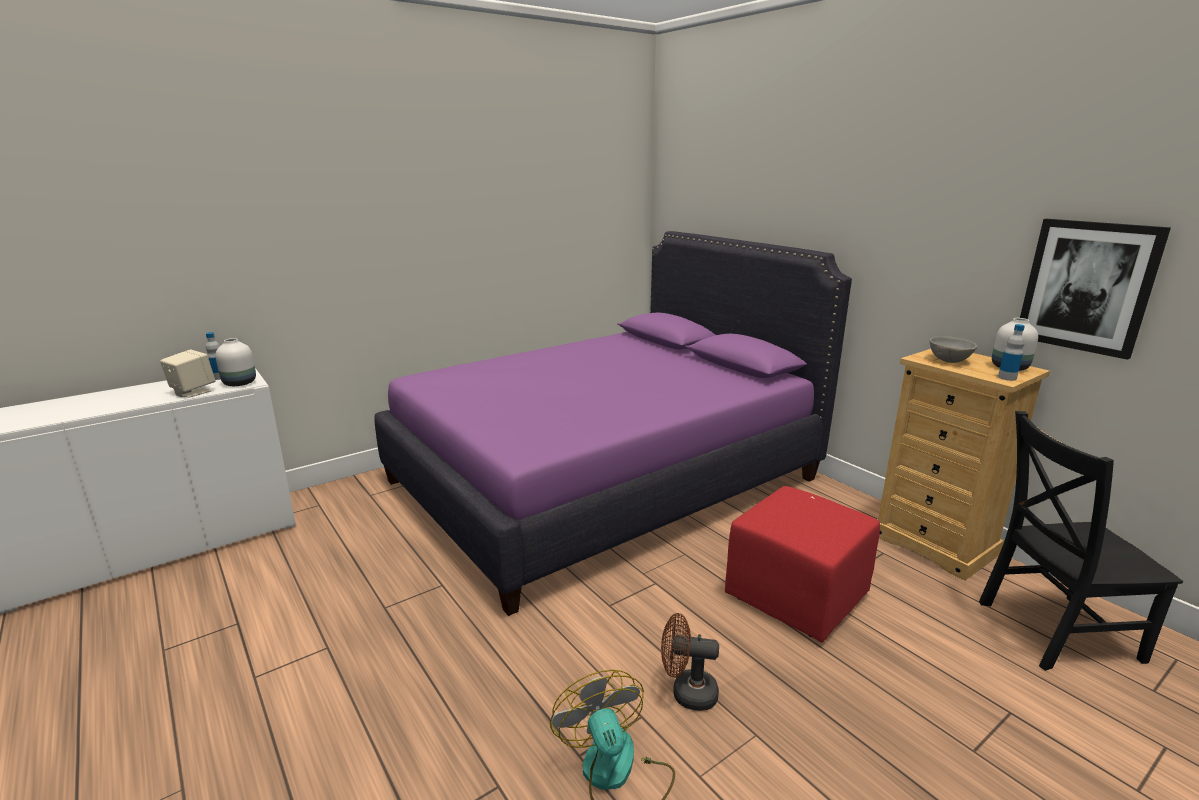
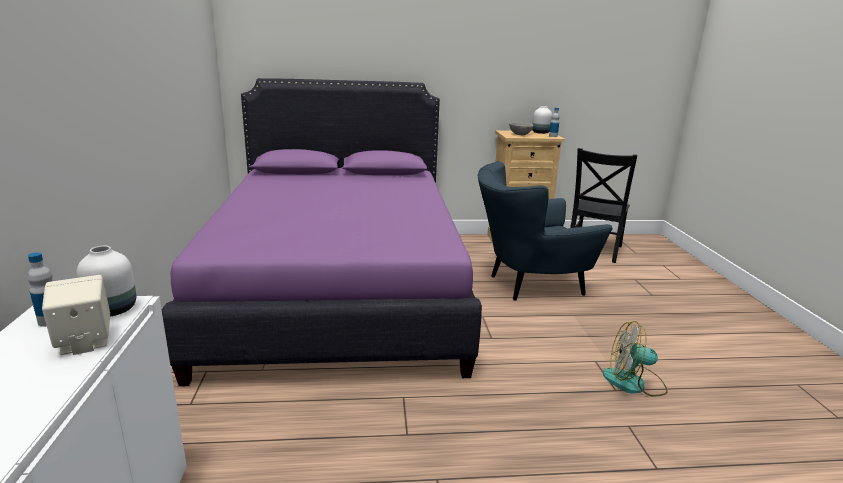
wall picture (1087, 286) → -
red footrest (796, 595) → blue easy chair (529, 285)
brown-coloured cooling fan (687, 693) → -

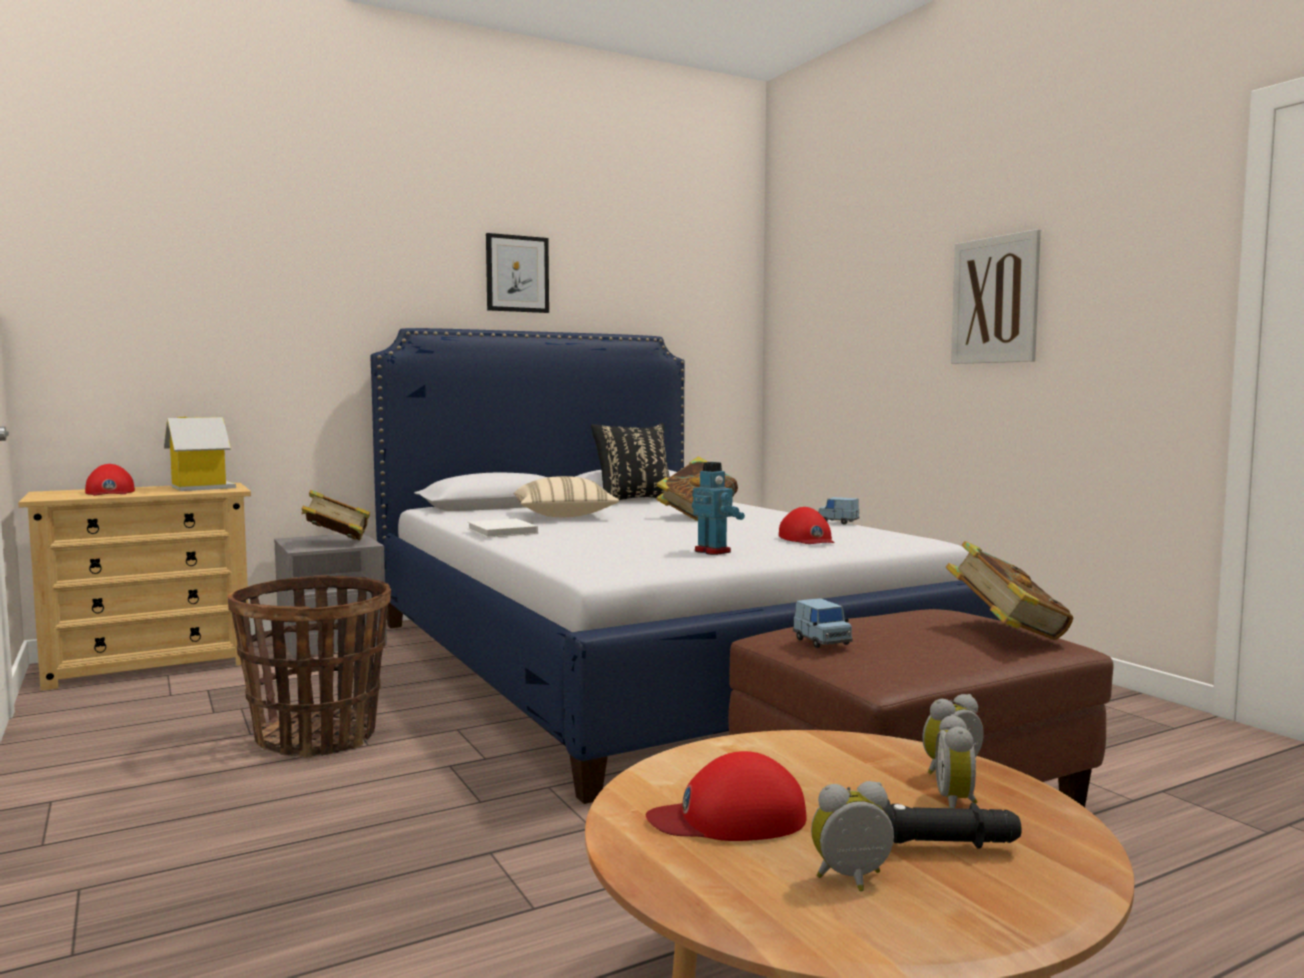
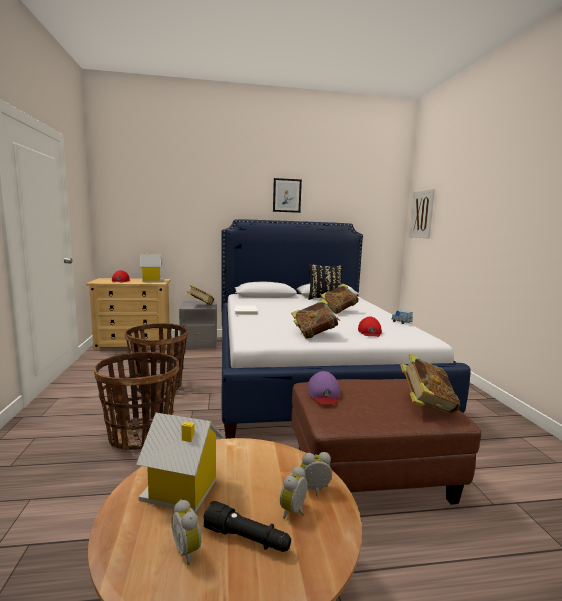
wall picture (995, 300) → wall picture (422, 214), shifted
model robot (713, 551) → book (314, 335)
beige cushion (564, 517) → -
blue miniature car (822, 642) → purplish cap (324, 394)
red cap (729, 818) → toy house (182, 491)
alarm clock (853, 881) → alarm clock (188, 550), 135 degrees counterclockwise
- → storage basket (140, 436)

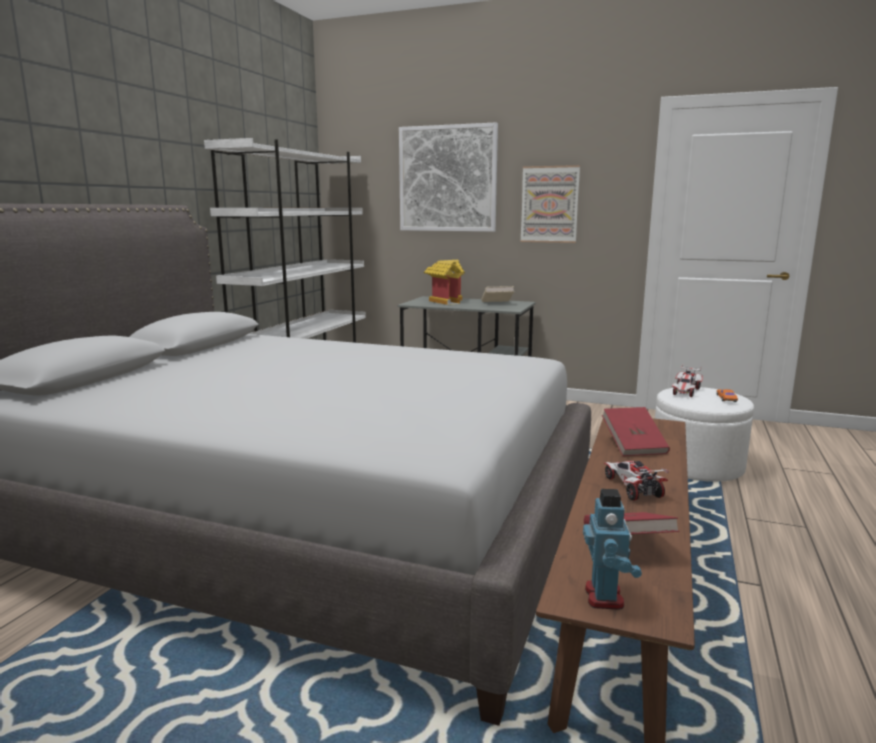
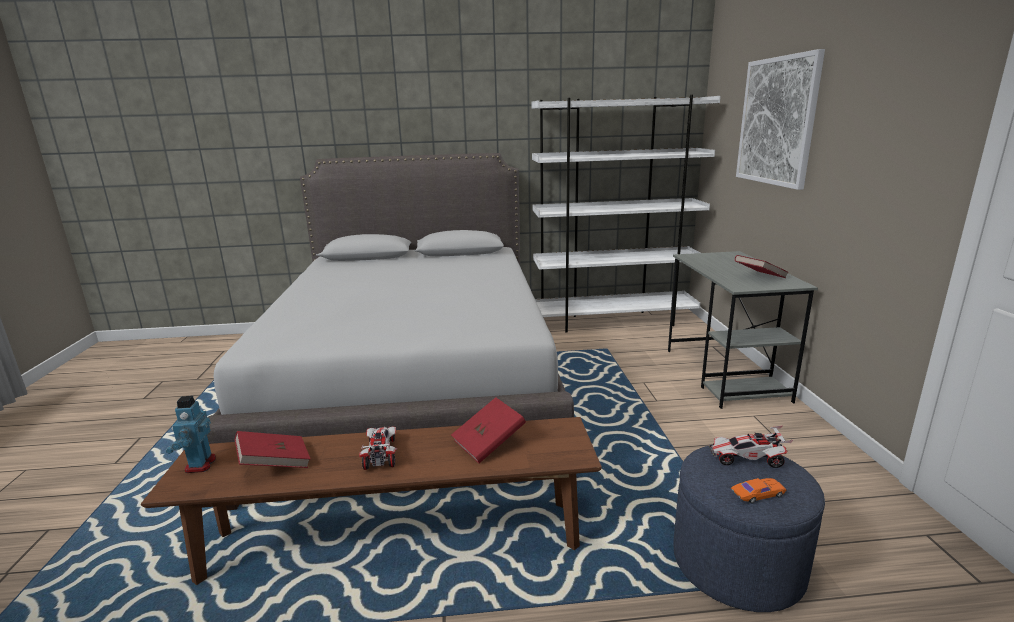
wall picture (549, 204) → -
toy house (445, 301) → -
beige book (497, 304) → red book (759, 277)
white-coloured footrest (697, 466) → blue footrest (737, 563)
miniature car (631, 488) → miniature car (380, 454), 60 degrees counterclockwise
model robot (605, 597) → model robot (199, 465), 105 degrees clockwise

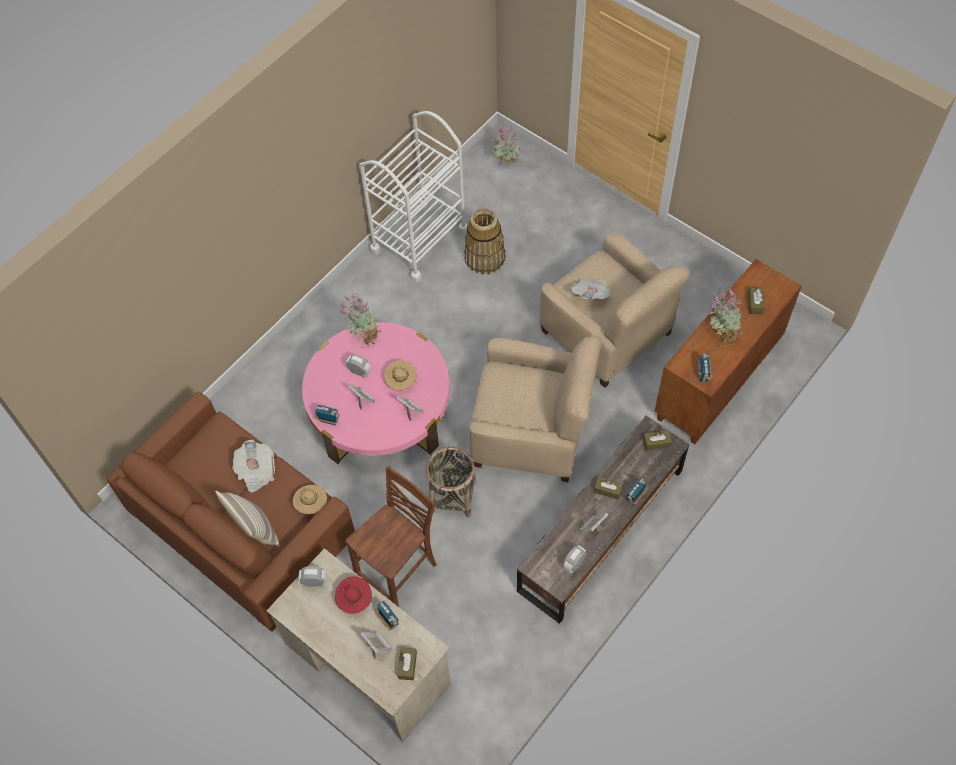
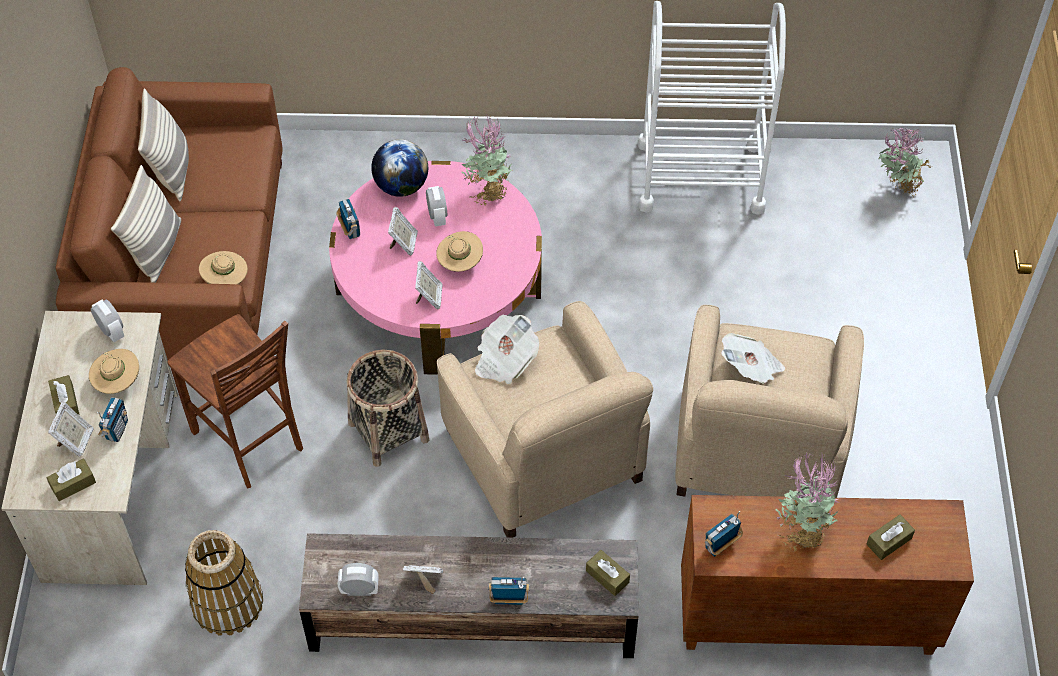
storage basket (485, 257) → storage basket (228, 603), shifted
printed paper (256, 471) → printed paper (505, 359), shifted
brown-coloured plain chair (399, 571) → brown-coloured plain chair (249, 442), 45 degrees clockwise
brown-coloured tissue box (607, 490) → brown-coloured tissue box (65, 402), shifted
red clothing hat (354, 600) → beige clothing hat (117, 382)
- → cushion (171, 170)
- → globe (401, 186)

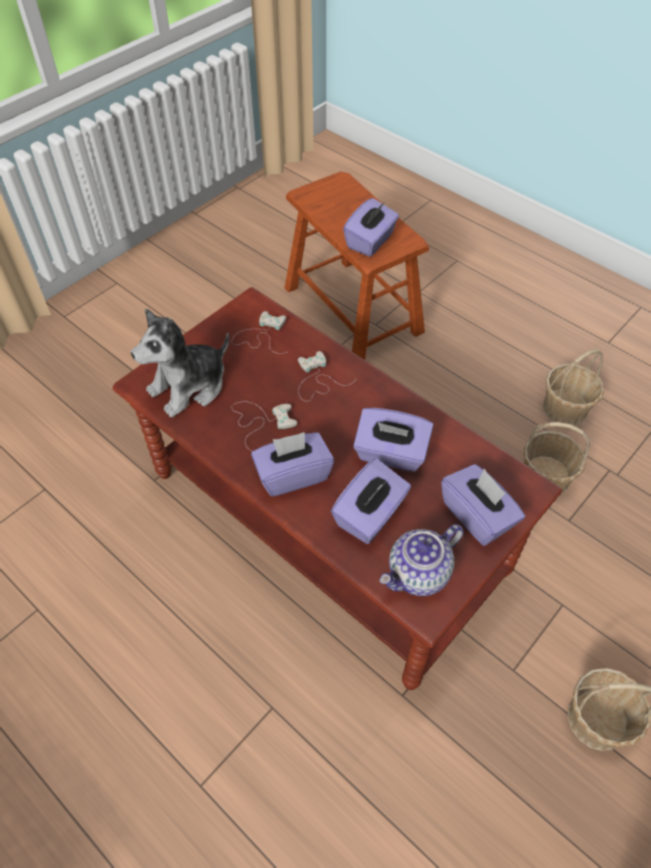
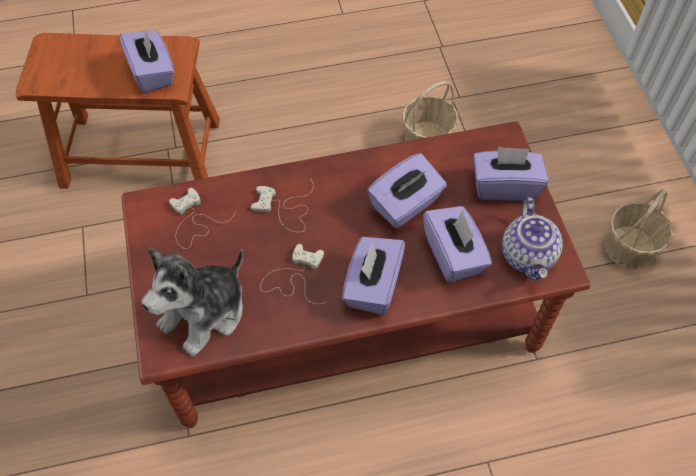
cuddly toy (189, 387) → cuddly toy (205, 313), 45 degrees clockwise
storage basket (565, 407) → -

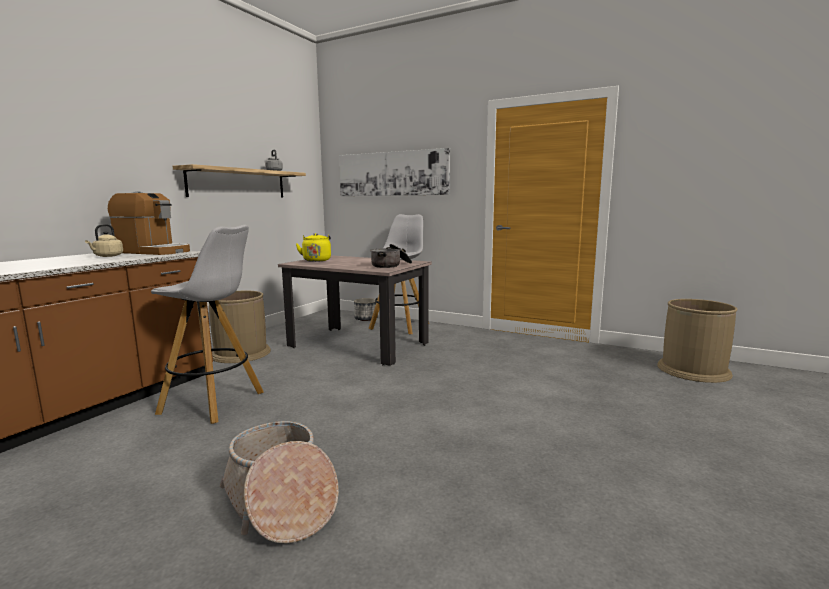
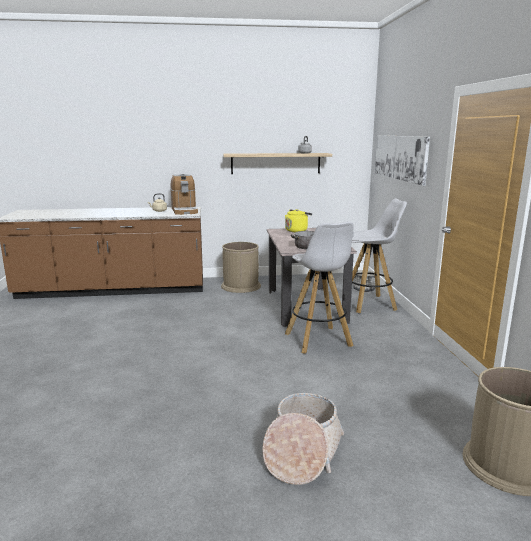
white-coloured sitting stool (214, 403) → white-coloured sitting stool (318, 340), shifted
storage basket (280, 502) → storage basket (302, 453), shifted

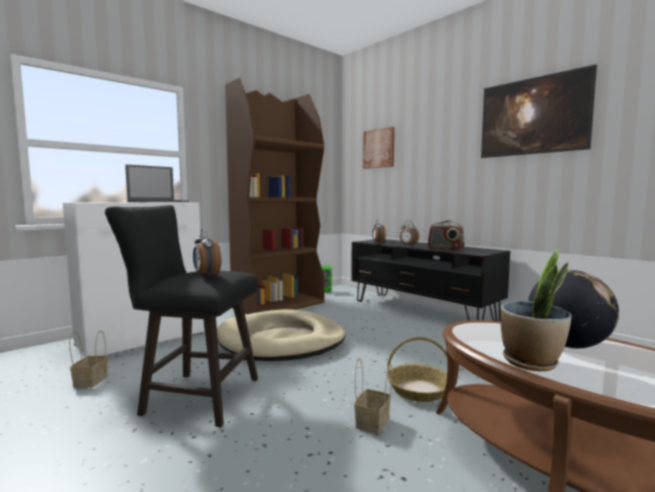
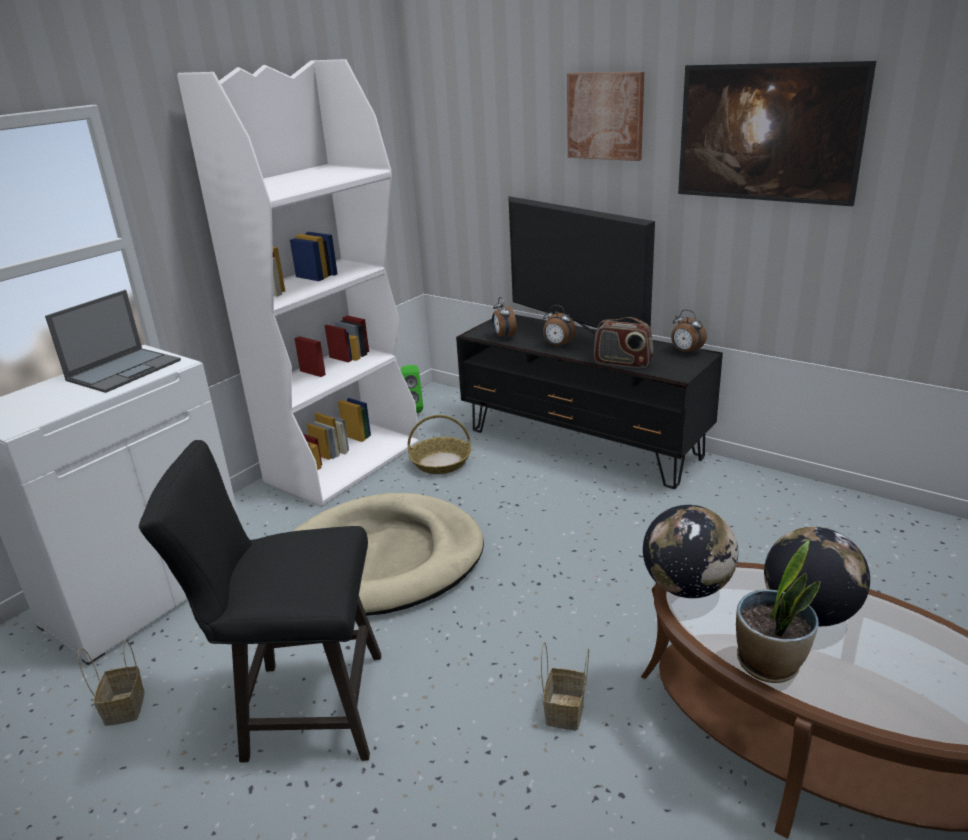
brown-coloured bookshelf (279, 305) → white-coloured bookshelf (344, 461)
wall picture (379, 148) → wall picture (605, 116), shifted
alarm clock (206, 275) → alarm clock (686, 352), shifted
storage basket (419, 390) → storage basket (441, 462), shifted
- → TV set (576, 335)
- → globe (687, 587)

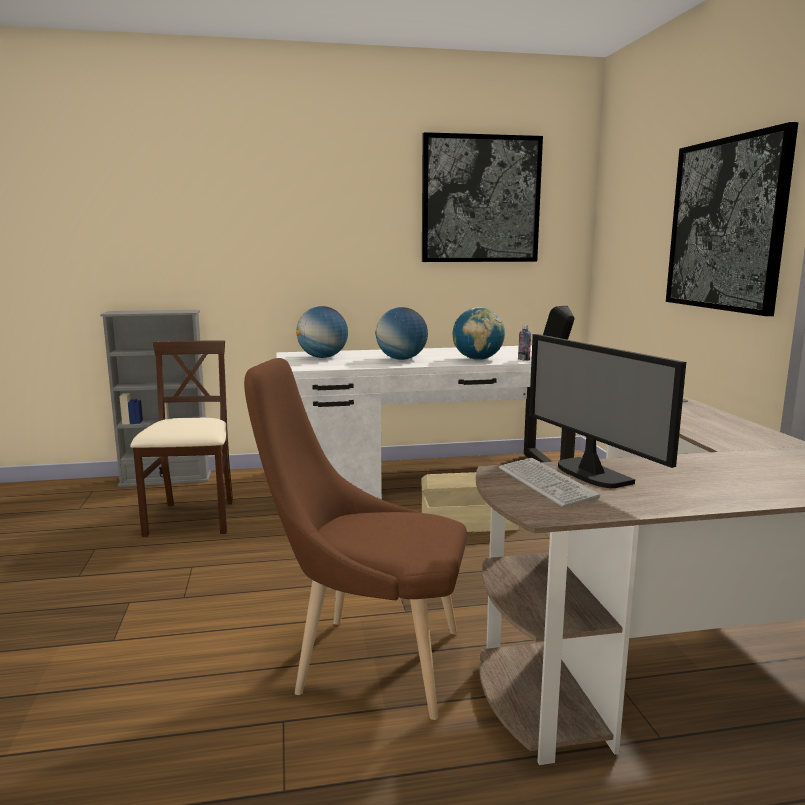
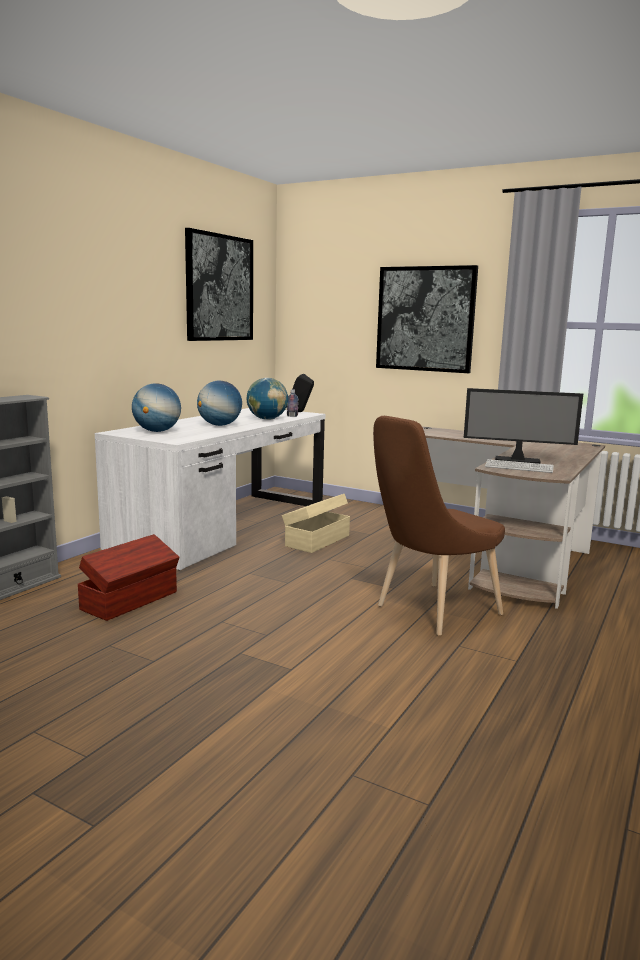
beige plain chair (193, 519) → brown-coloured storage box (131, 601)

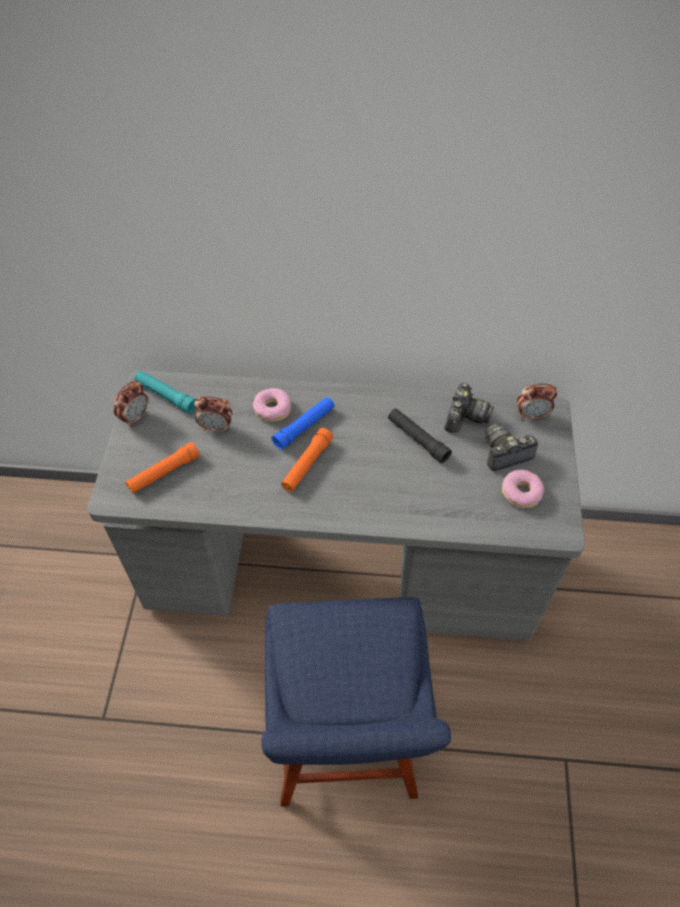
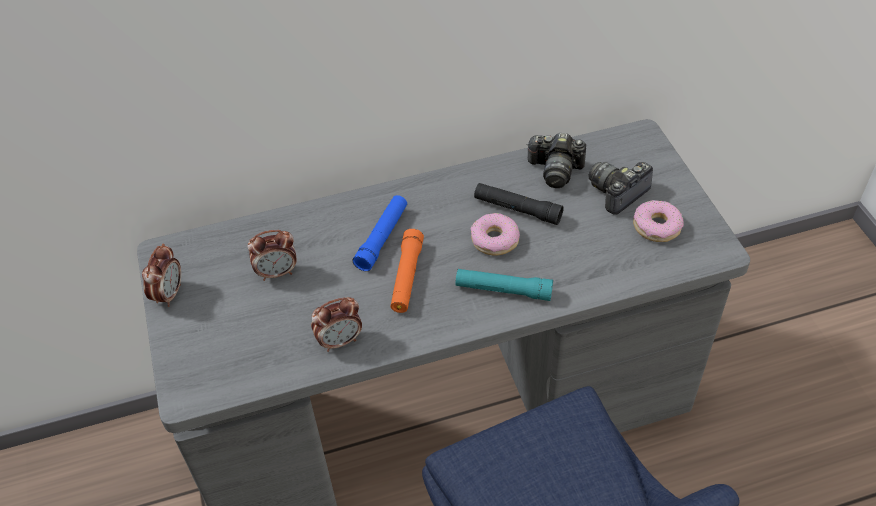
blue-green flashlight (166, 396) → blue-green flashlight (503, 290), shifted
still camera (464, 417) → still camera (555, 170), 105 degrees clockwise
alarm clock (531, 415) → alarm clock (340, 341), shifted
donut (273, 409) → donut (495, 240), shifted
orange flashlight (164, 472) → -

